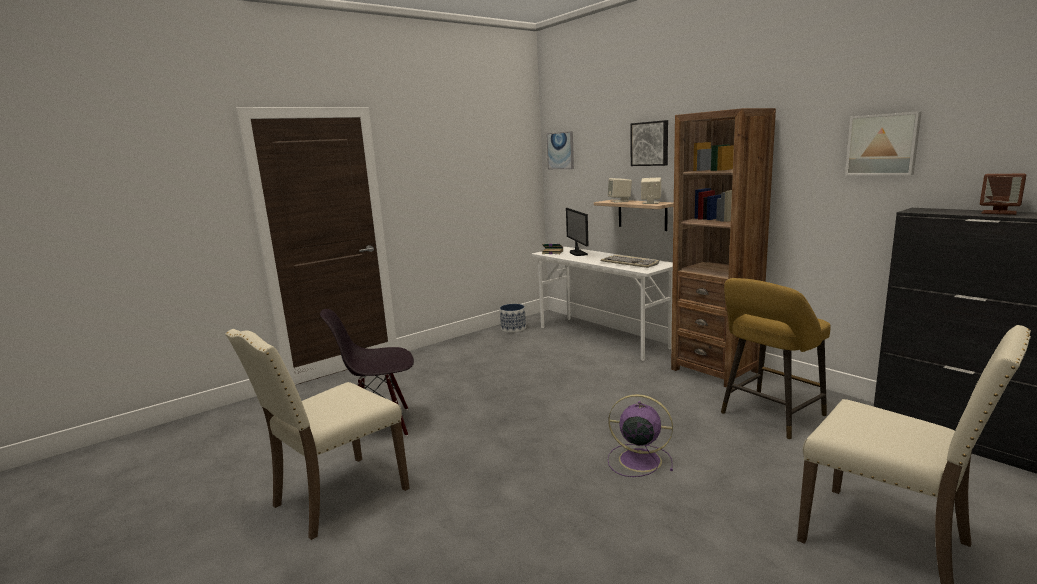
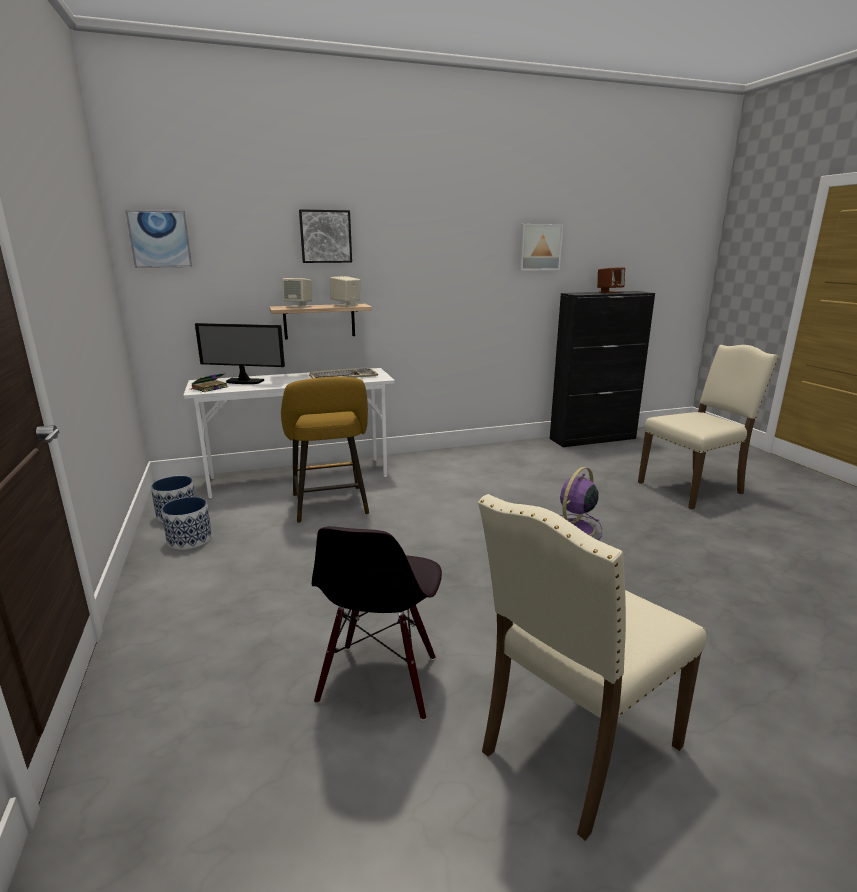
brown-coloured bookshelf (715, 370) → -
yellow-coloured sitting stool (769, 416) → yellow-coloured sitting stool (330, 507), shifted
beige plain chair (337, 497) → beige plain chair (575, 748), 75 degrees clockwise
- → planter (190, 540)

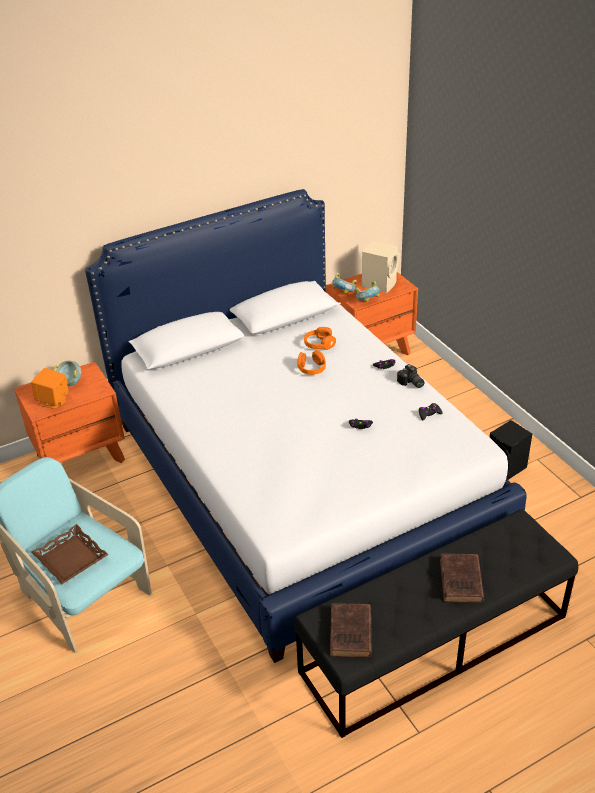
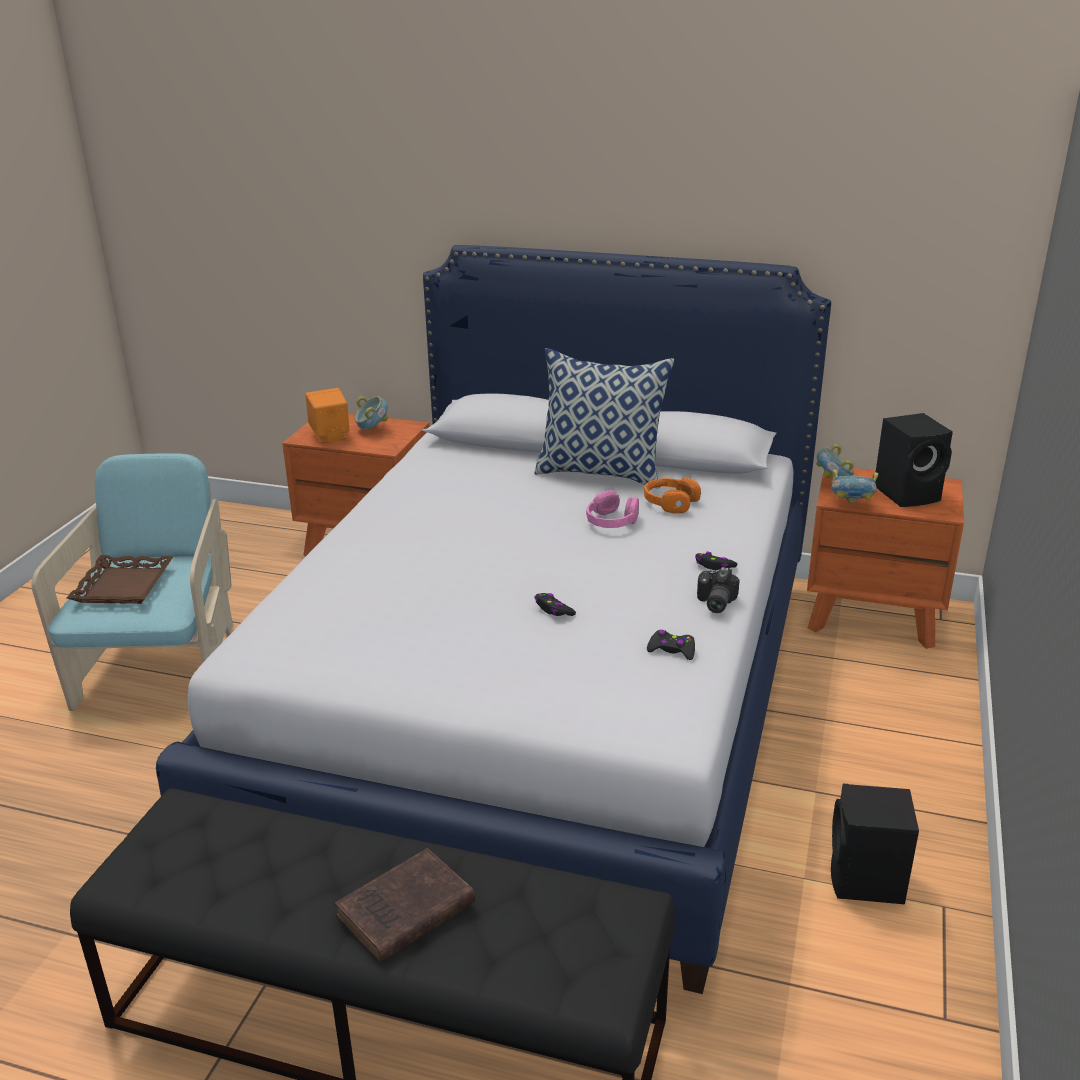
beige audio speaker (380, 283) → black audio speaker (909, 494)
orange pair of headphones (311, 368) → pink-coloured pair of headphones (612, 521)
brown-coloured book (350, 634) → -
- → cushion (601, 473)

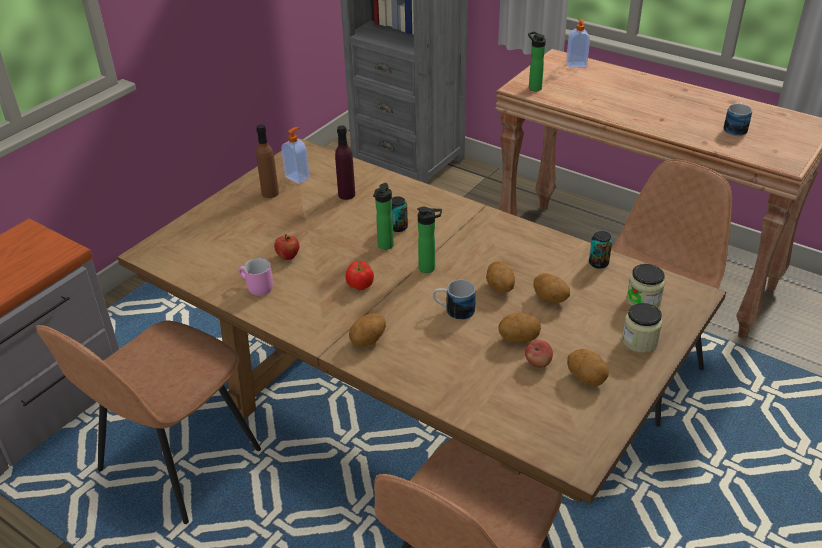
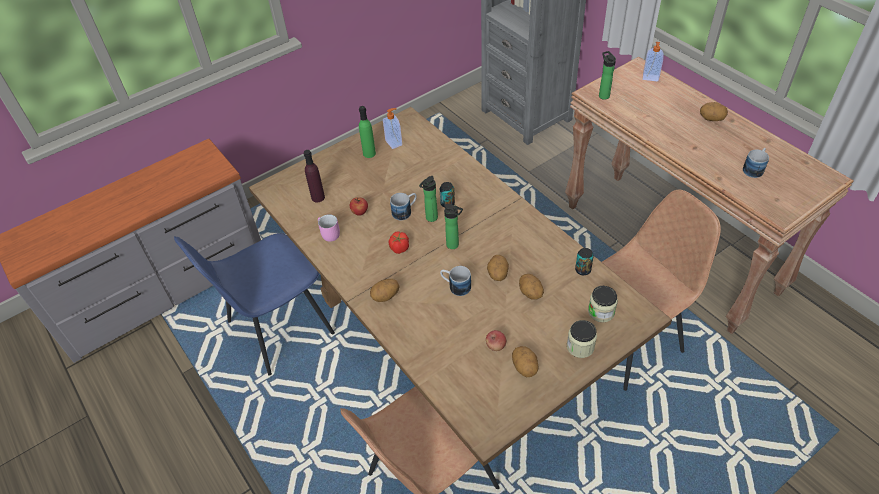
brown-coloured beverage bottle (270, 193) → green beverage bottle (369, 153)
purplish beverage bottle (346, 195) → purplish beverage bottle (318, 197), shifted
spud (518, 338) → spud (711, 119), shifted
brown-coloured plain chair (176, 463) → blue plain chair (277, 329)
- → coffee mug (405, 211)

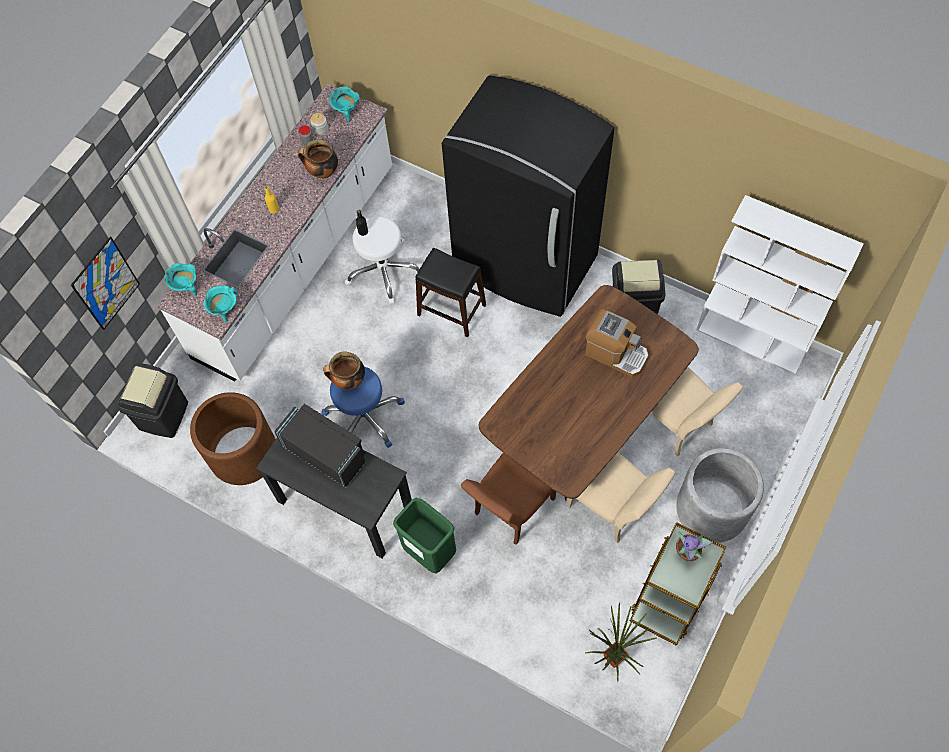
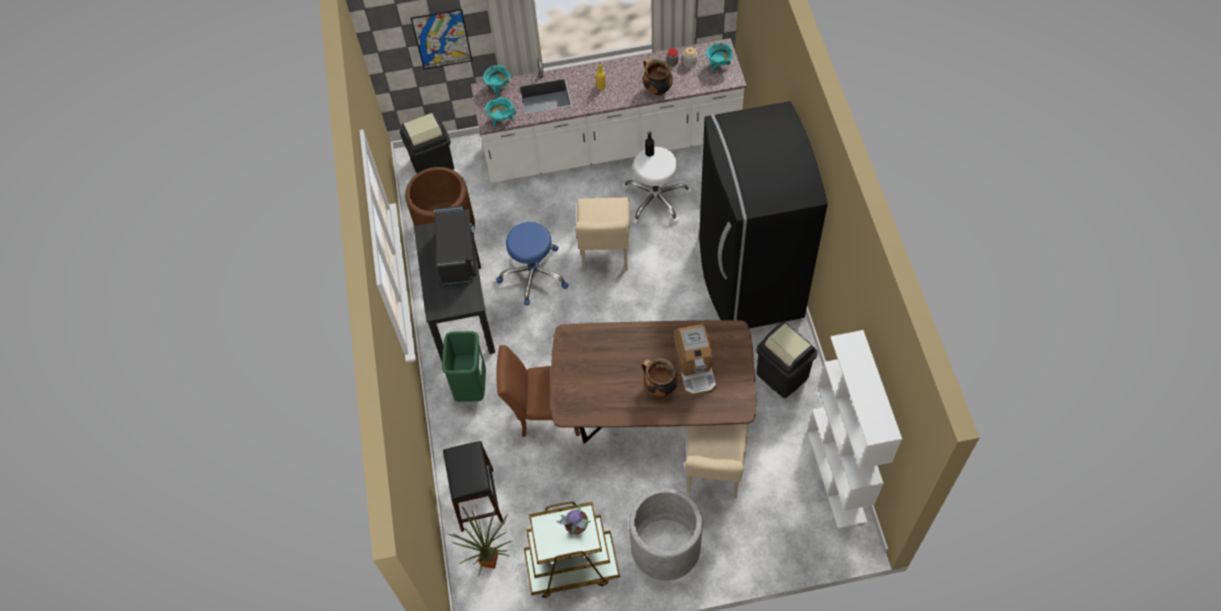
black sitting stool (451, 310) → black sitting stool (477, 499), shifted
stockpot (348, 381) → stockpot (659, 387), shifted
beige plain chair (613, 509) → beige plain chair (605, 253), shifted

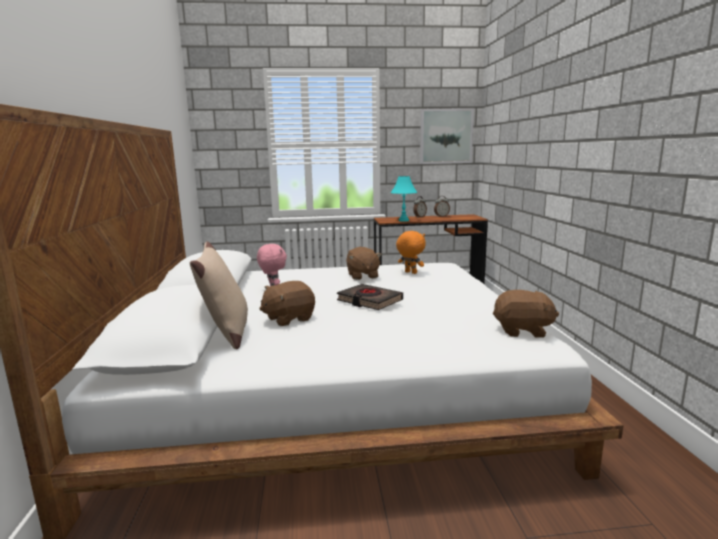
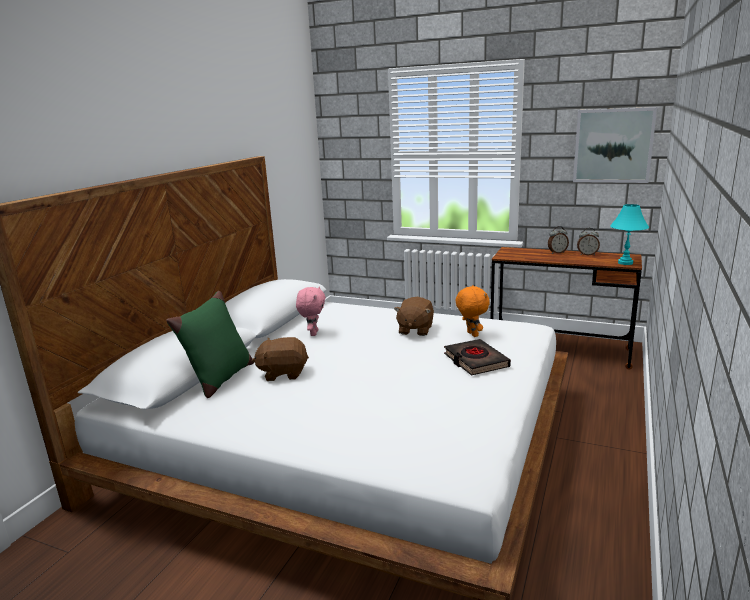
blue-green tabletop lamp (403, 220) → blue-green tabletop lamp (625, 263), shifted
beige cushion (227, 334) → green cushion (220, 379)
black book (369, 301) → black book (475, 361), shifted
brown-coloured cuddly toy (522, 331) → -

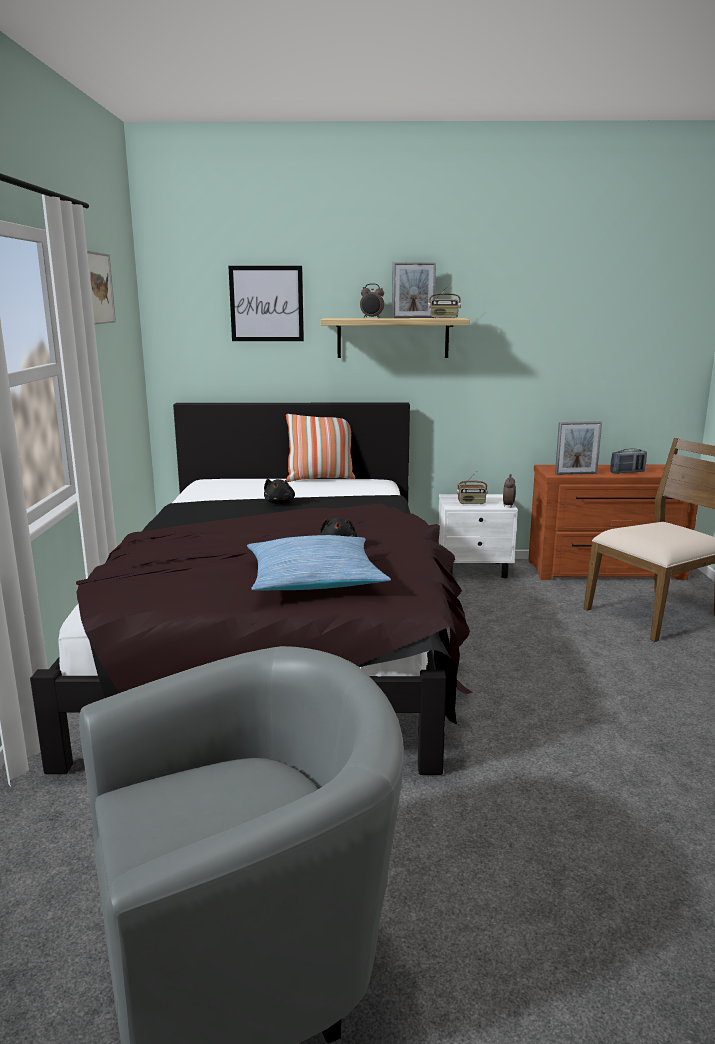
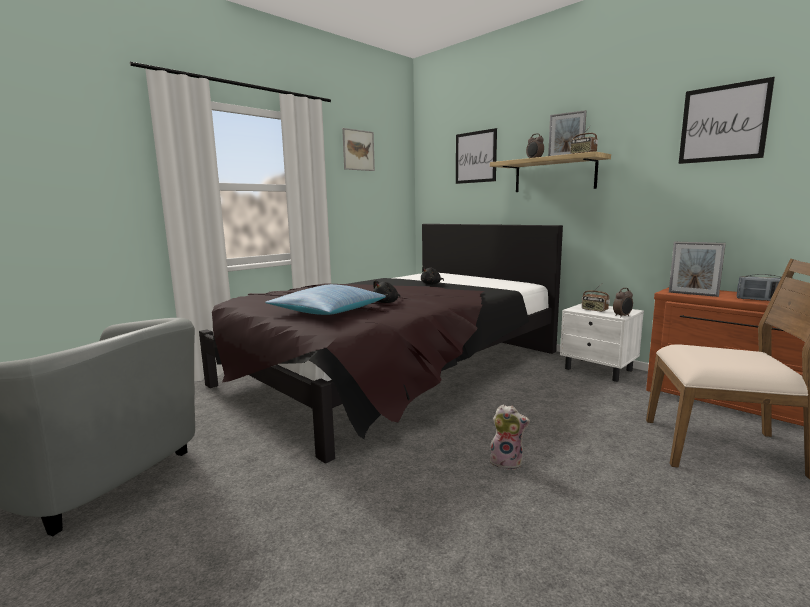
cushion (320, 478) → -
- → wall picture (723, 123)
- → cuddly toy (507, 462)

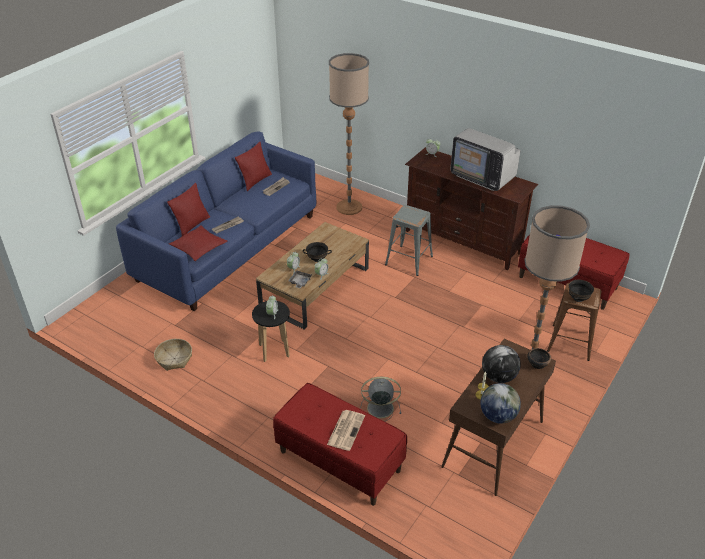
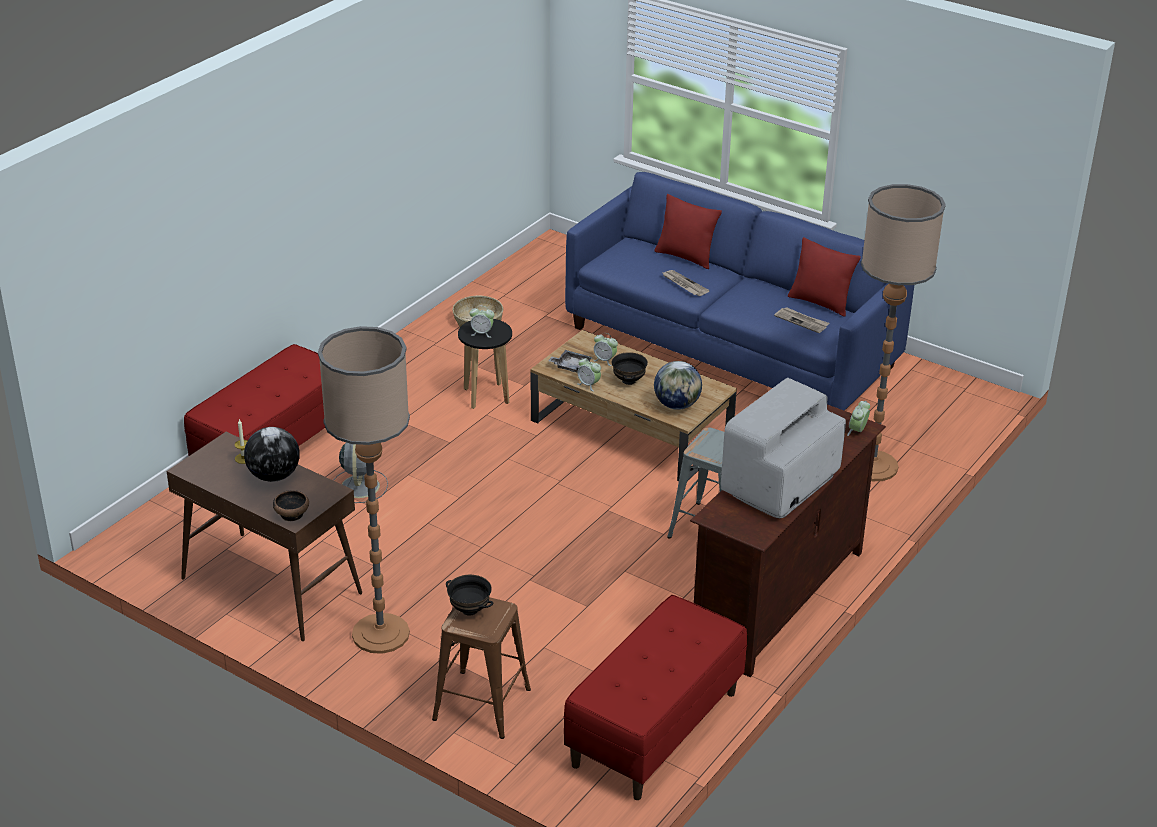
red cushion (199, 248) → -
globe (498, 416) → globe (677, 405), shifted
printed paper (346, 429) → -

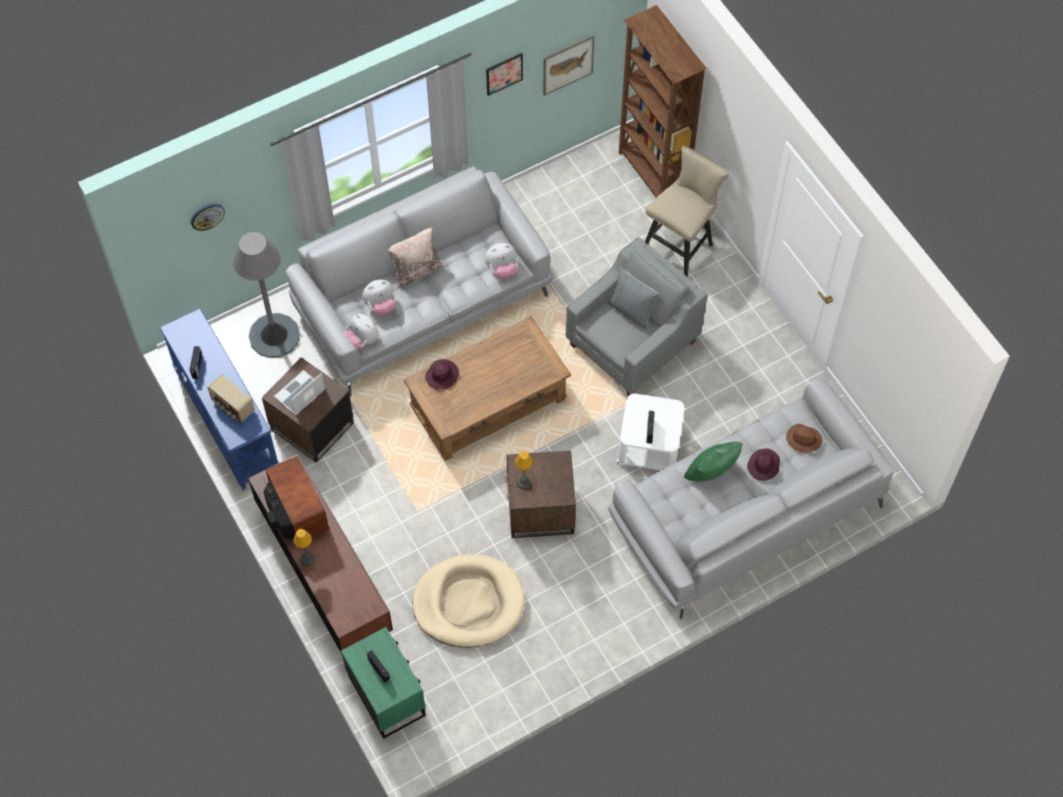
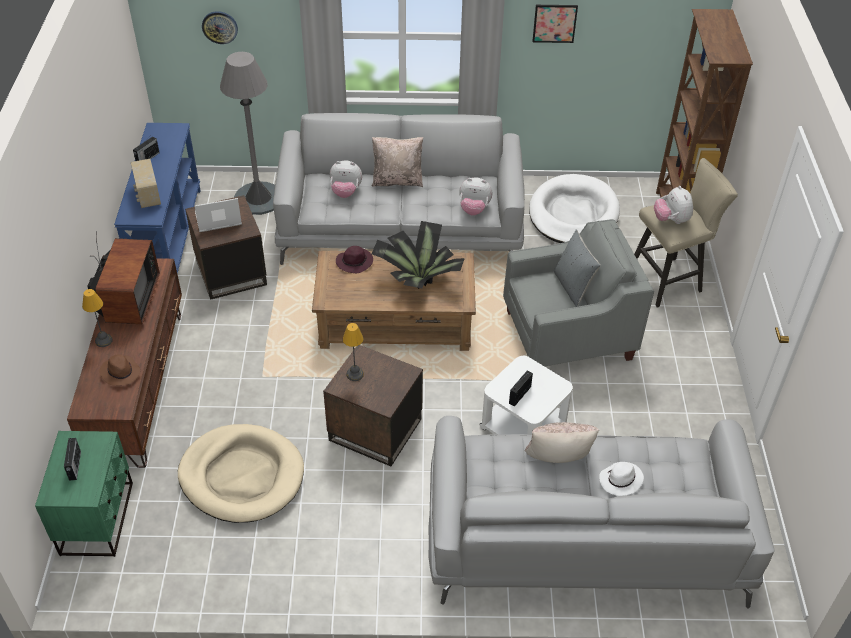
wall picture (568, 65) → -
cuddly toy (361, 340) → cuddly toy (671, 220), shifted
brown-coloured clothing hat (803, 439) → brown-coloured clothing hat (120, 372), shifted
green cushion (711, 473) → beige cushion (558, 460)
purplish clothing hat (763, 466) → white-coloured clothing hat (620, 481)
- → white-coloured dog bed (573, 214)
- → potted plant (417, 278)

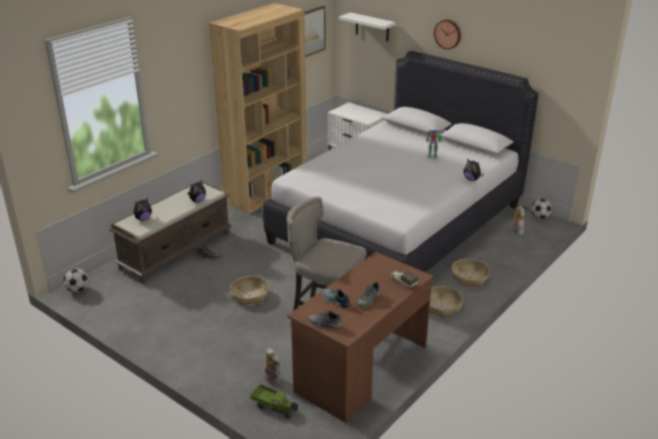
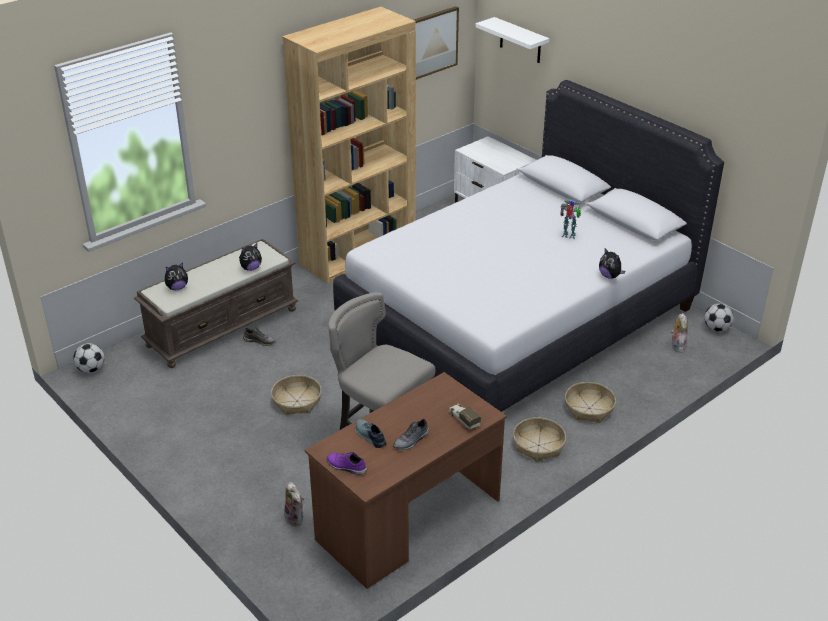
wall clock (448, 34) → -
greyish low shoe (324, 324) → purplish low shoe (346, 467)
toy lorry (274, 407) → -

